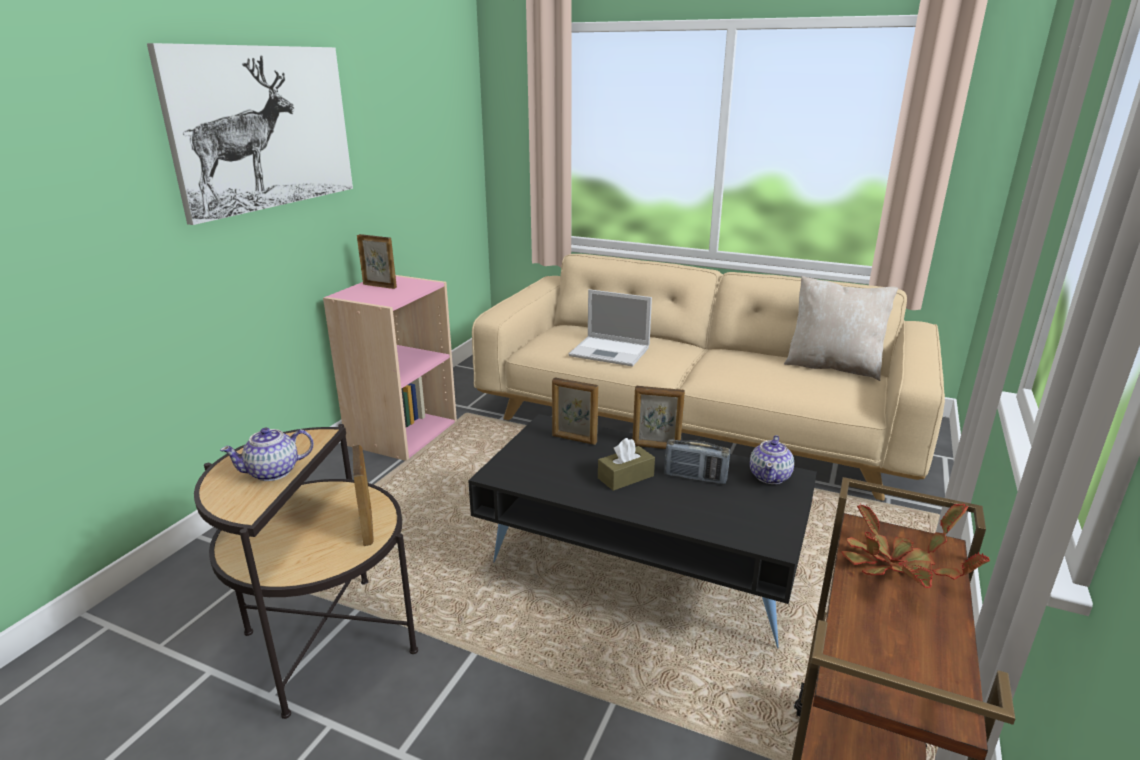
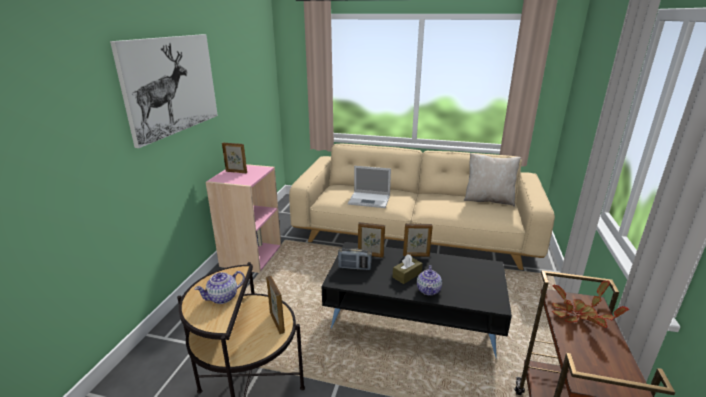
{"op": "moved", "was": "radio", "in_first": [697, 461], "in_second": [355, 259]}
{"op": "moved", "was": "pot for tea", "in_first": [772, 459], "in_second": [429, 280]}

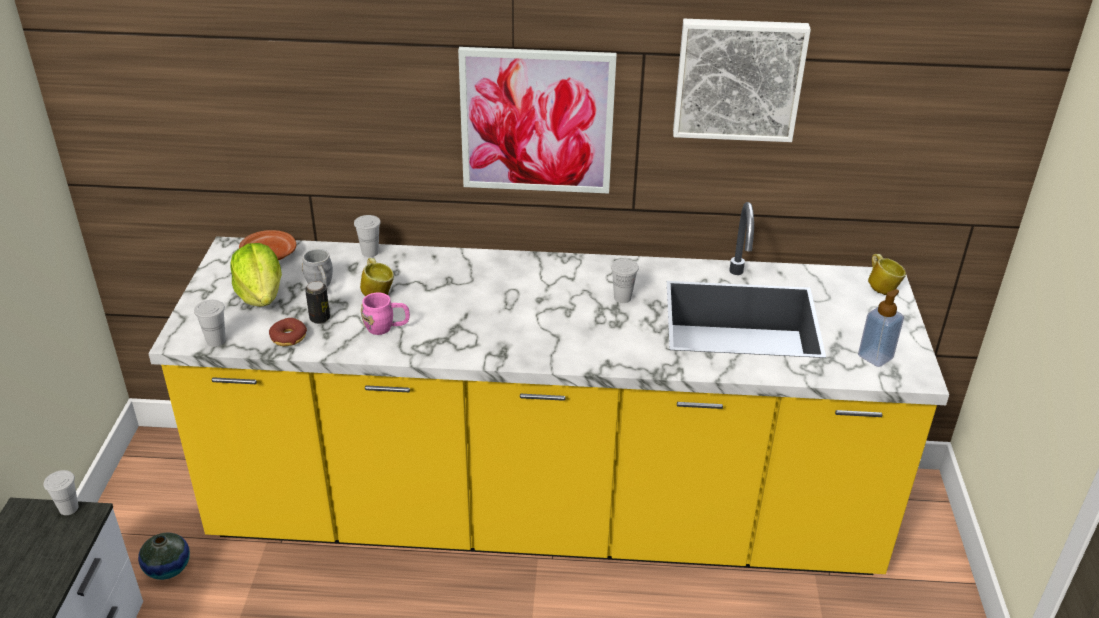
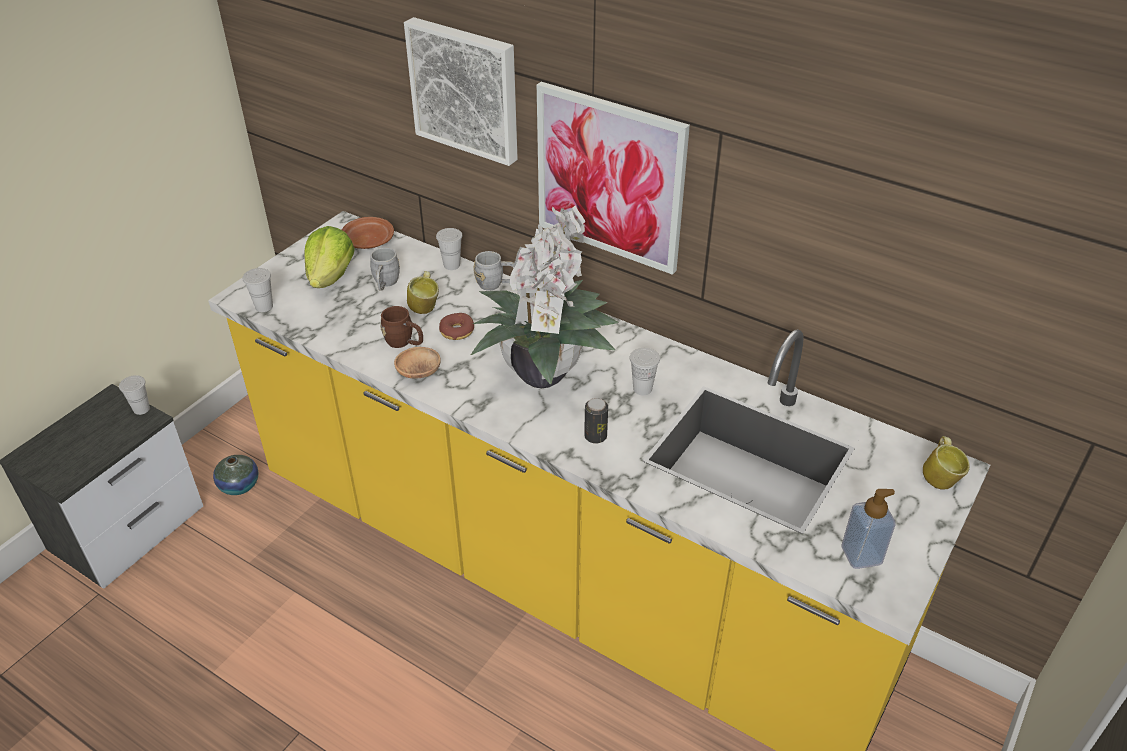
{"op": "recoloured", "was": "pinkish mug", "now": "brown mug", "in_first": [385, 313], "in_second": [401, 327]}
{"op": "added", "now": "brown serving bowl", "in_second": [417, 363]}
{"op": "moved", "was": "wall picture", "in_first": [742, 80], "in_second": [461, 91]}
{"op": "moved", "was": "ring doughnut", "in_first": [288, 332], "in_second": [456, 326]}
{"op": "added", "now": "potted plant", "in_second": [545, 296]}
{"op": "added", "now": "greyish mug", "in_second": [493, 271]}
{"op": "moved", "was": "can", "in_first": [317, 302], "in_second": [596, 421]}

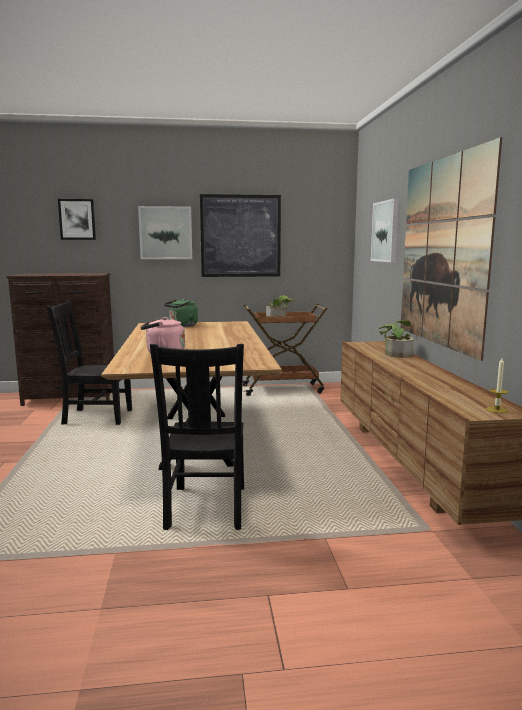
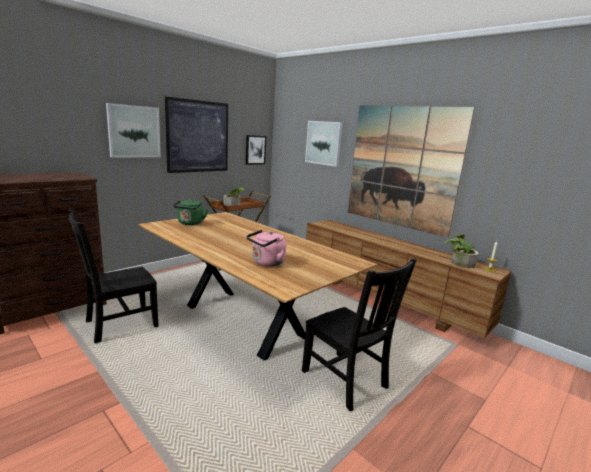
{"op": "moved", "was": "wall picture", "in_first": [77, 219], "in_second": [256, 150]}
{"op": "moved", "was": "potted plant", "in_first": [396, 339], "in_second": [462, 251]}

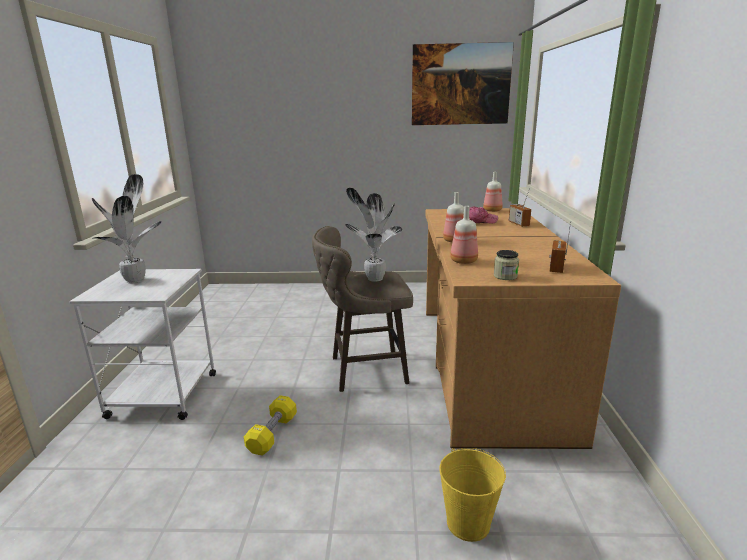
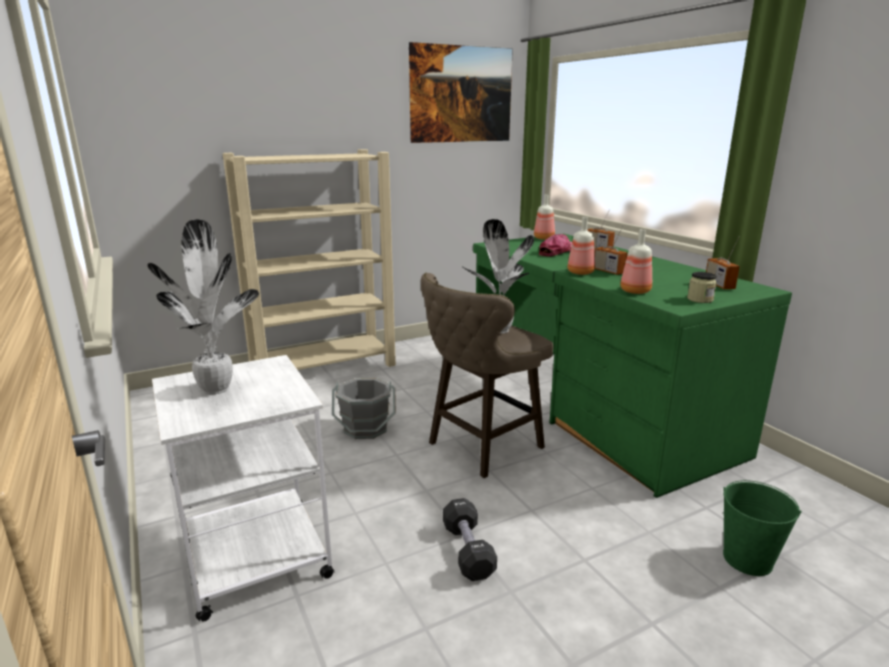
{"op": "added", "now": "beige bookshelf", "in_second": [309, 259]}
{"op": "added", "now": "greyish water bucket", "in_second": [364, 408]}
{"op": "recoloured", "was": "yellow-coloured free weight", "now": "black free weight", "in_first": [270, 425], "in_second": [470, 539]}
{"op": "recoloured", "was": "brown desk unit", "now": "green-coloured desk unit", "in_first": [523, 328], "in_second": [632, 366]}
{"op": "added", "now": "radio", "in_second": [611, 250]}
{"op": "recoloured", "was": "yellow-coloured water bucket", "now": "green-coloured water bucket", "in_first": [472, 495], "in_second": [762, 528]}

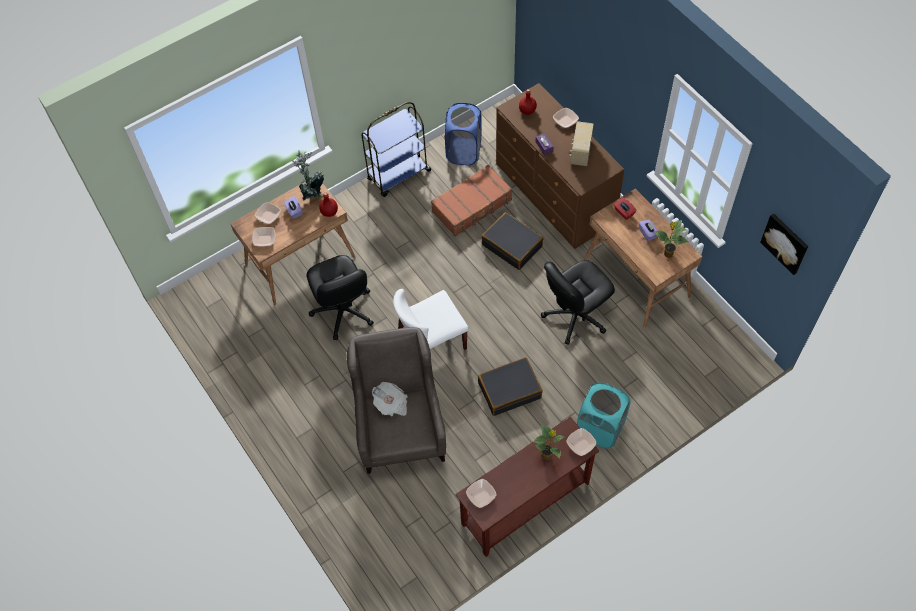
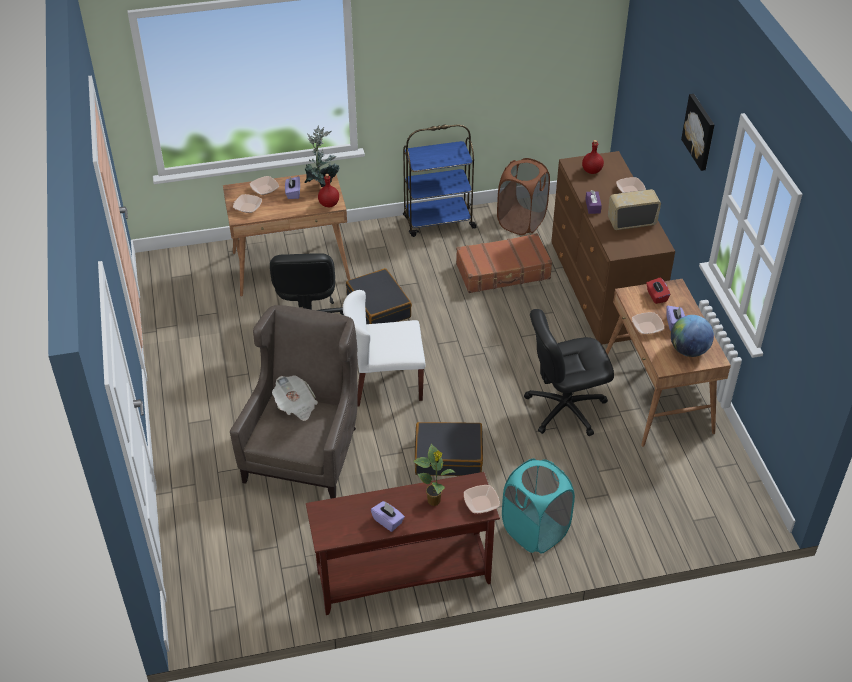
{"op": "moved", "was": "black piece of luggage", "in_first": [512, 241], "in_second": [379, 296]}
{"op": "added", "now": "purplish box of tissues", "in_second": [388, 516]}
{"op": "recoloured", "was": "blue-coloured laundry basket", "now": "brown laundry basket", "in_first": [463, 134], "in_second": [523, 196]}
{"op": "turned", "was": "radio", "in_first": [581, 143], "in_second": [634, 209], "clockwise": 45}
{"op": "moved", "was": "serving bowl", "in_first": [481, 493], "in_second": [648, 323]}
{"op": "replaced", "was": "potted plant", "now": "world globe", "in_first": [671, 239], "in_second": [692, 336]}
{"op": "moved", "was": "wall picture", "in_first": [784, 244], "in_second": [698, 132]}

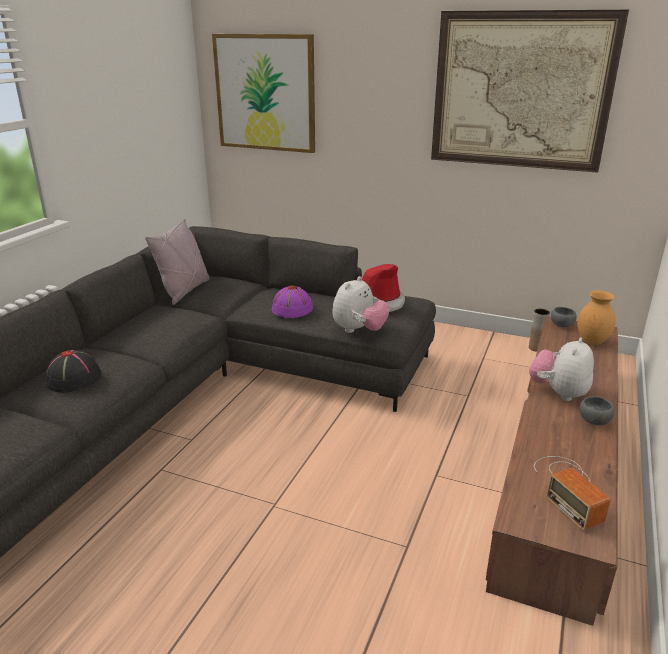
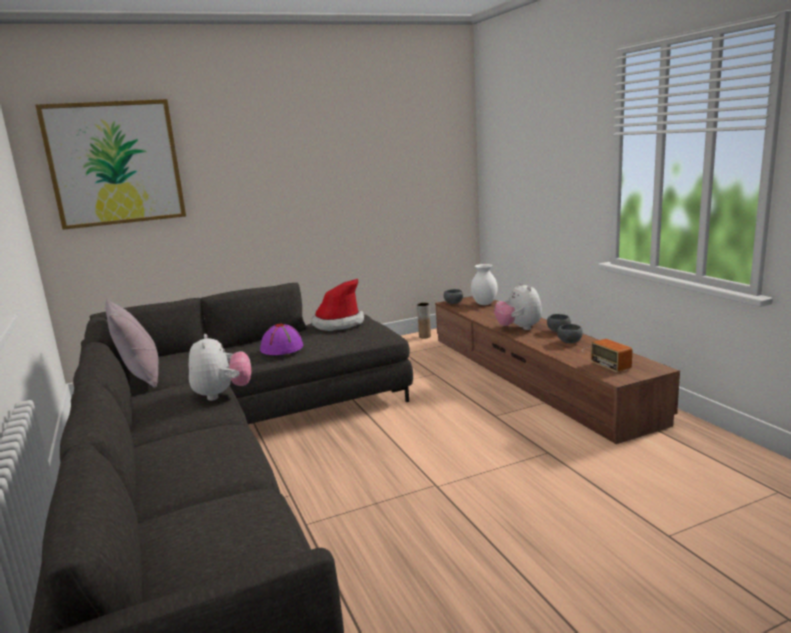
{"op": "moved", "was": "plush toy", "in_first": [360, 304], "in_second": [220, 367]}
{"op": "recoloured", "was": "brown flower vase", "now": "white-coloured flower vase", "in_first": [596, 318], "in_second": [484, 284]}
{"op": "added", "now": "greyish serving bowl", "in_second": [570, 333]}
{"op": "turned", "was": "radio", "in_first": [572, 493], "in_second": [607, 355], "clockwise": 45}
{"op": "removed", "was": "black clothing hat", "in_first": [73, 371]}
{"op": "removed", "was": "wall picture", "in_first": [530, 91]}

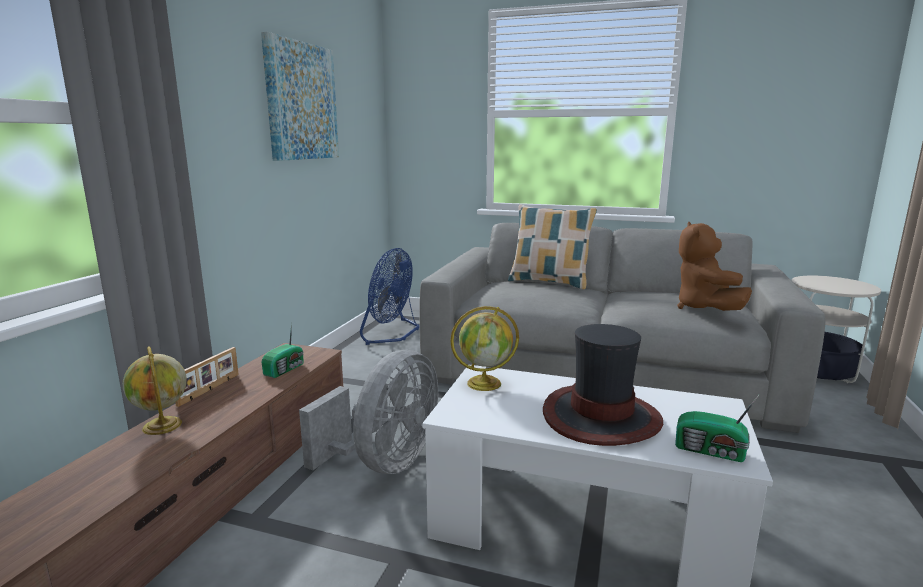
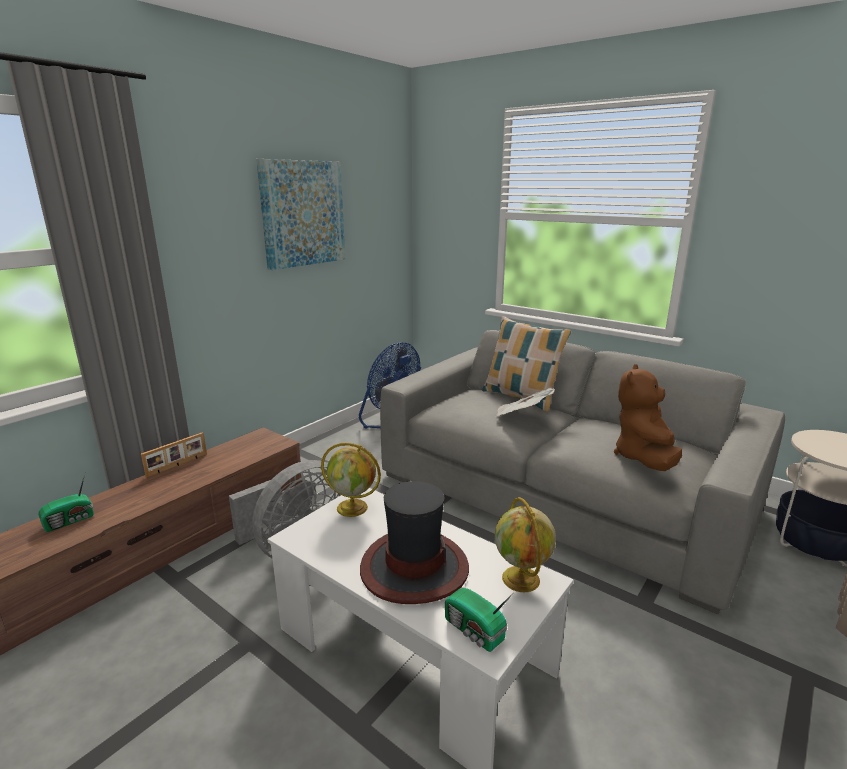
{"op": "moved", "was": "radio", "in_first": [282, 350], "in_second": [66, 502]}
{"op": "added", "now": "printed paper", "in_second": [525, 402]}
{"op": "moved", "was": "world globe", "in_first": [155, 390], "in_second": [525, 544]}

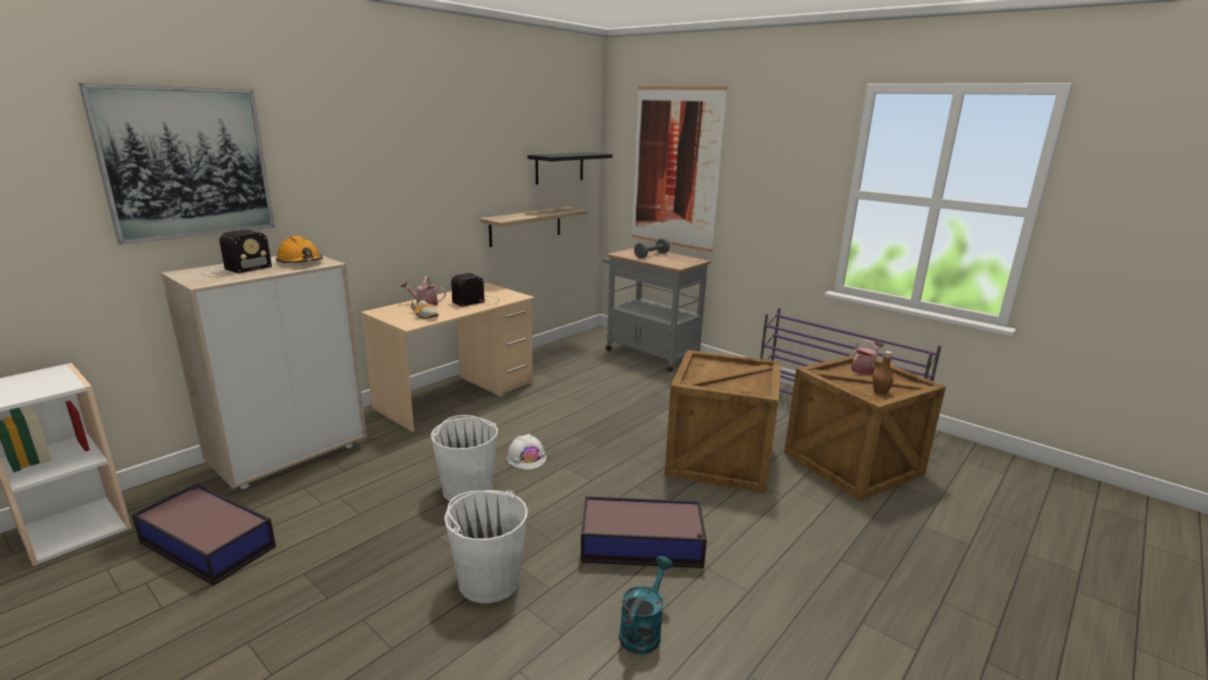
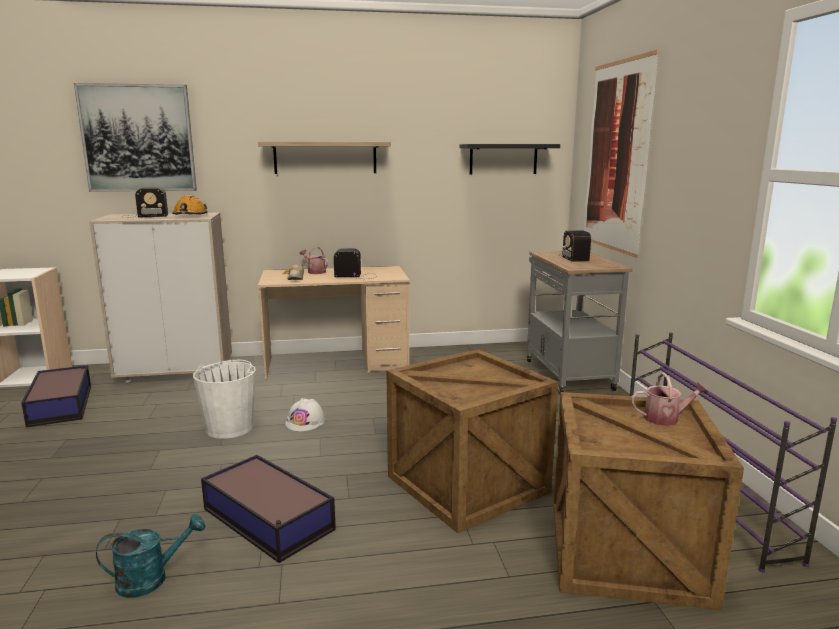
{"op": "moved", "was": "bracket shelf", "in_first": [534, 227], "in_second": [324, 158]}
{"op": "replaced", "was": "greyish free weight", "now": "radio", "in_first": [652, 248], "in_second": [574, 246]}
{"op": "removed", "was": "white-coloured water bucket", "in_first": [486, 546]}
{"op": "removed", "was": "brown drink bottle", "in_first": [883, 373]}

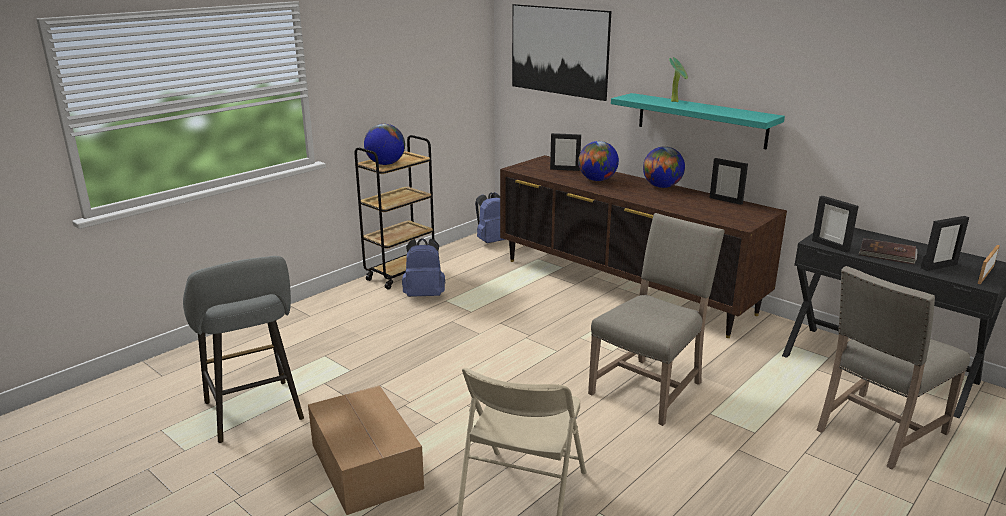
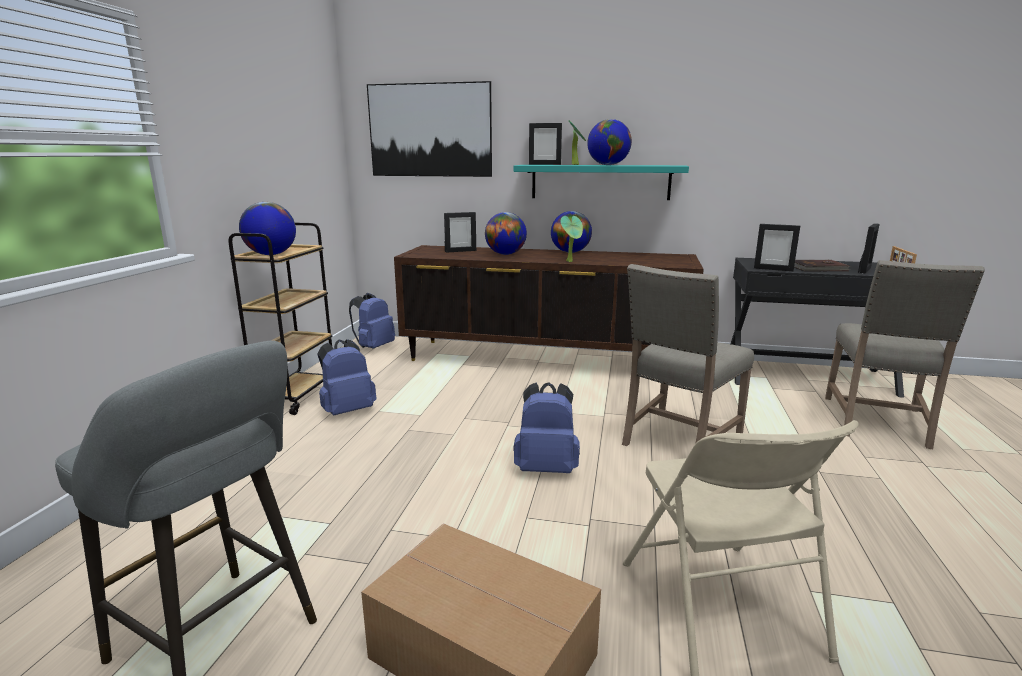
{"op": "added", "now": "blue-coloured backpack", "in_second": [546, 427]}
{"op": "moved", "was": "standing frame", "in_first": [729, 181], "in_second": [545, 144]}
{"op": "added", "now": "potted plant", "in_second": [572, 239]}
{"op": "added", "now": "world globe", "in_second": [609, 142]}
{"op": "turned", "was": "beige chair", "in_first": [656, 319], "in_second": [688, 355], "clockwise": -150}

